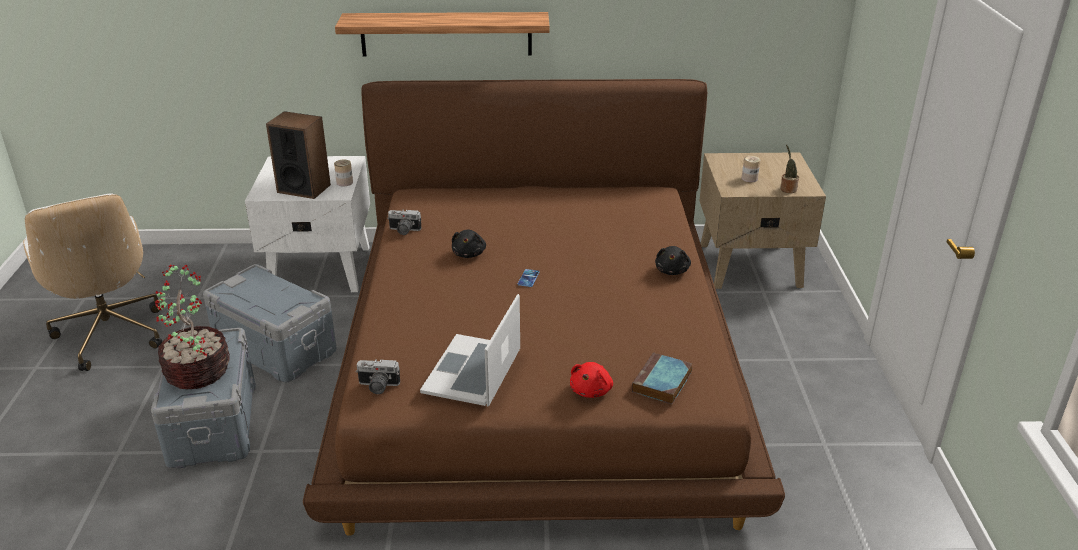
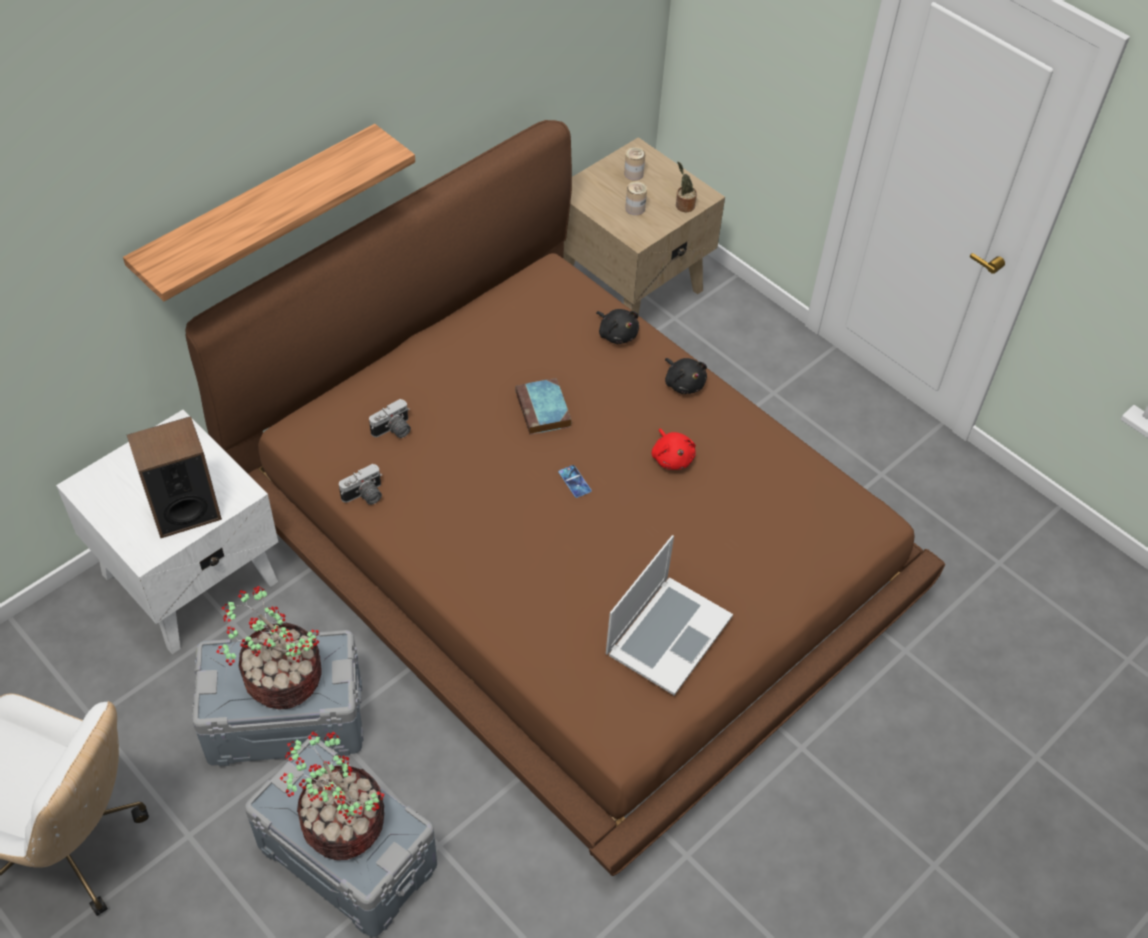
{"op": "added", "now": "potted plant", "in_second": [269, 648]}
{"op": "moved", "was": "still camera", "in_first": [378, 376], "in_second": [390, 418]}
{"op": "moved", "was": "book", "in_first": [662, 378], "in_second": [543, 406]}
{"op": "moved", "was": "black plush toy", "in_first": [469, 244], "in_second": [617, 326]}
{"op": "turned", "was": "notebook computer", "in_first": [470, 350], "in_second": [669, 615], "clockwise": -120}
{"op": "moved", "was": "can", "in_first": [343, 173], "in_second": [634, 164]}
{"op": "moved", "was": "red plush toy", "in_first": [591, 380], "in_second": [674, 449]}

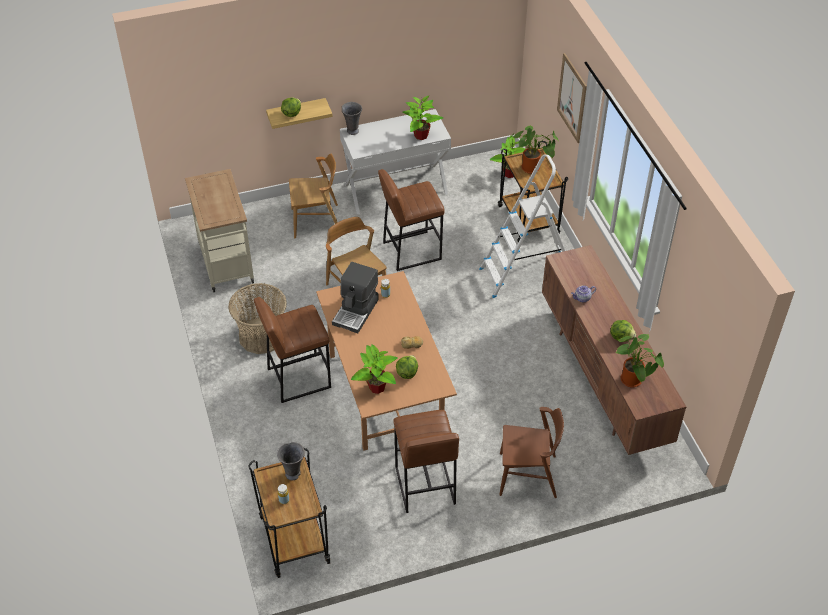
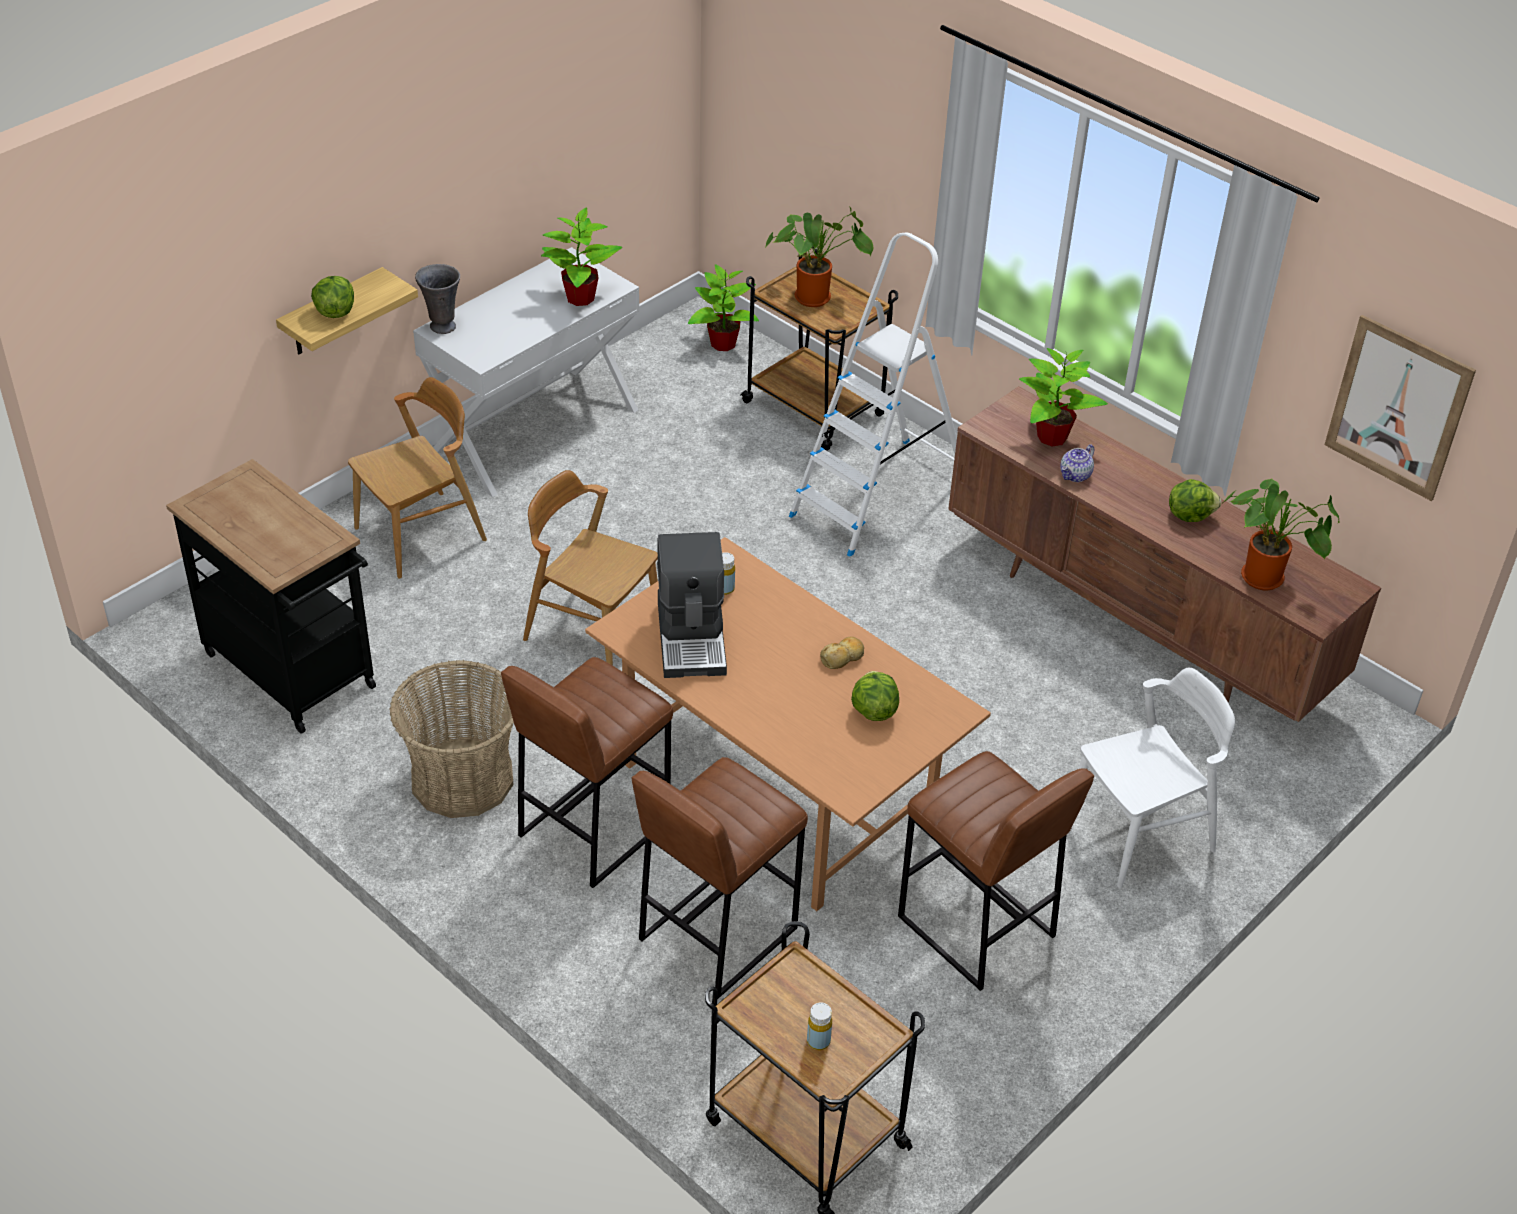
{"op": "recoloured", "was": "beige trolley", "now": "black trolley", "in_first": [219, 230], "in_second": [271, 596]}
{"op": "moved", "was": "brown stool", "in_first": [411, 220], "in_second": [720, 878]}
{"op": "moved", "was": "potted plant", "in_first": [374, 369], "in_second": [1063, 397]}
{"op": "recoloured", "was": "brown chair", "now": "white-coloured chair", "in_first": [531, 452], "in_second": [1156, 777]}
{"op": "moved", "was": "wall picture", "in_first": [572, 98], "in_second": [1400, 408]}
{"op": "removed", "was": "greyish flower vase", "in_first": [291, 461]}

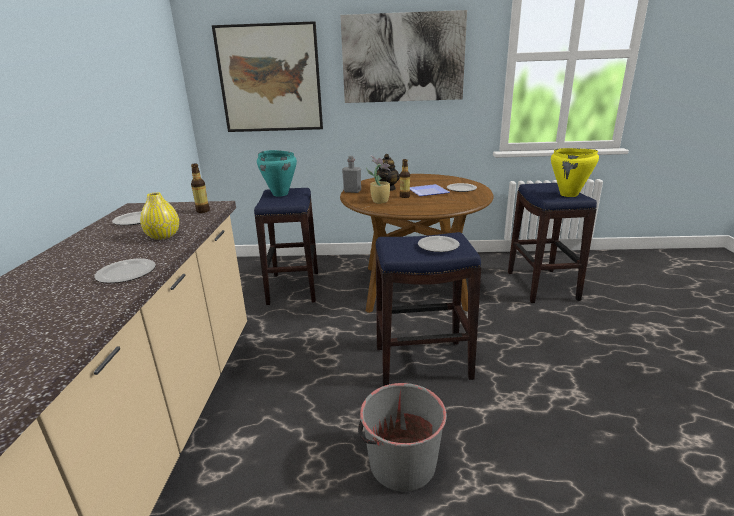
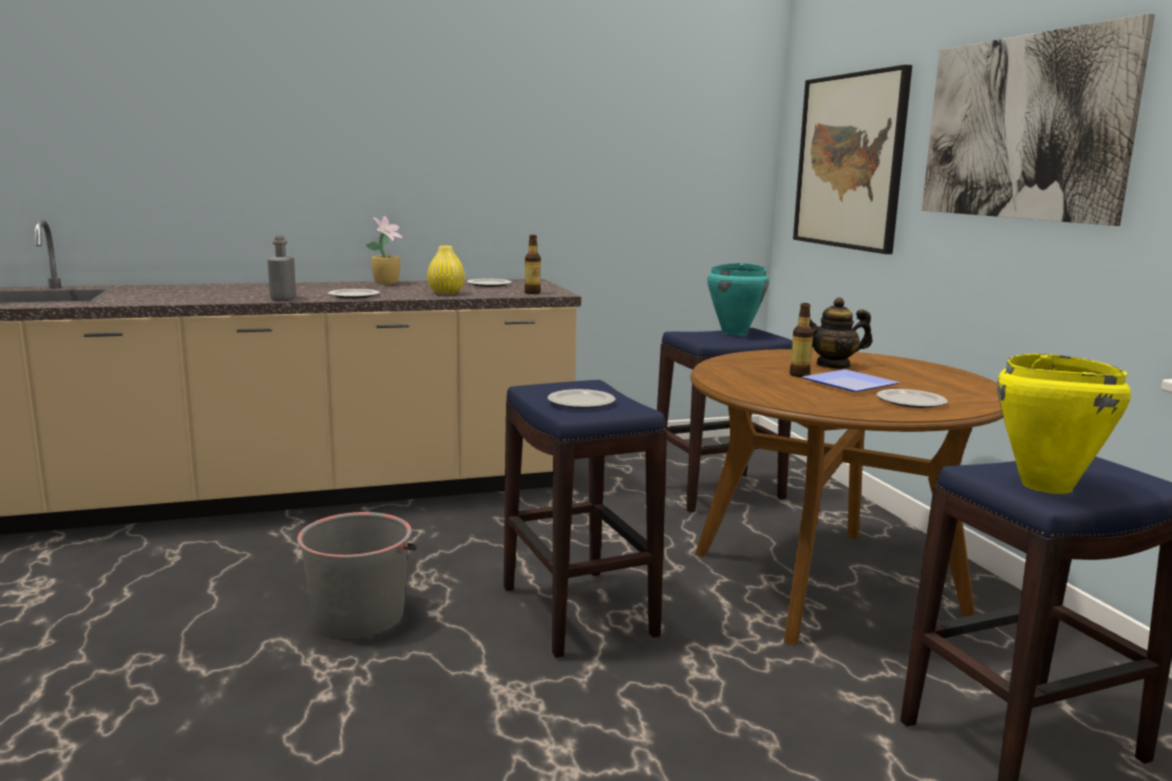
{"op": "moved", "was": "greyish drink bottle", "in_first": [351, 174], "in_second": [282, 268]}
{"op": "moved", "was": "potted plant", "in_first": [378, 179], "in_second": [384, 250]}

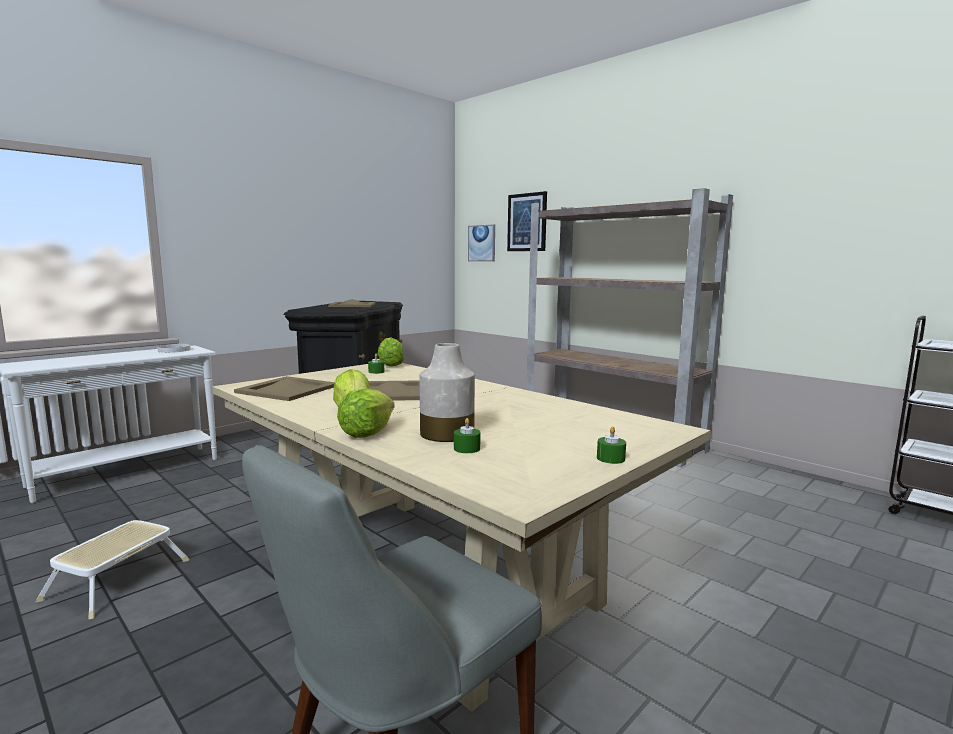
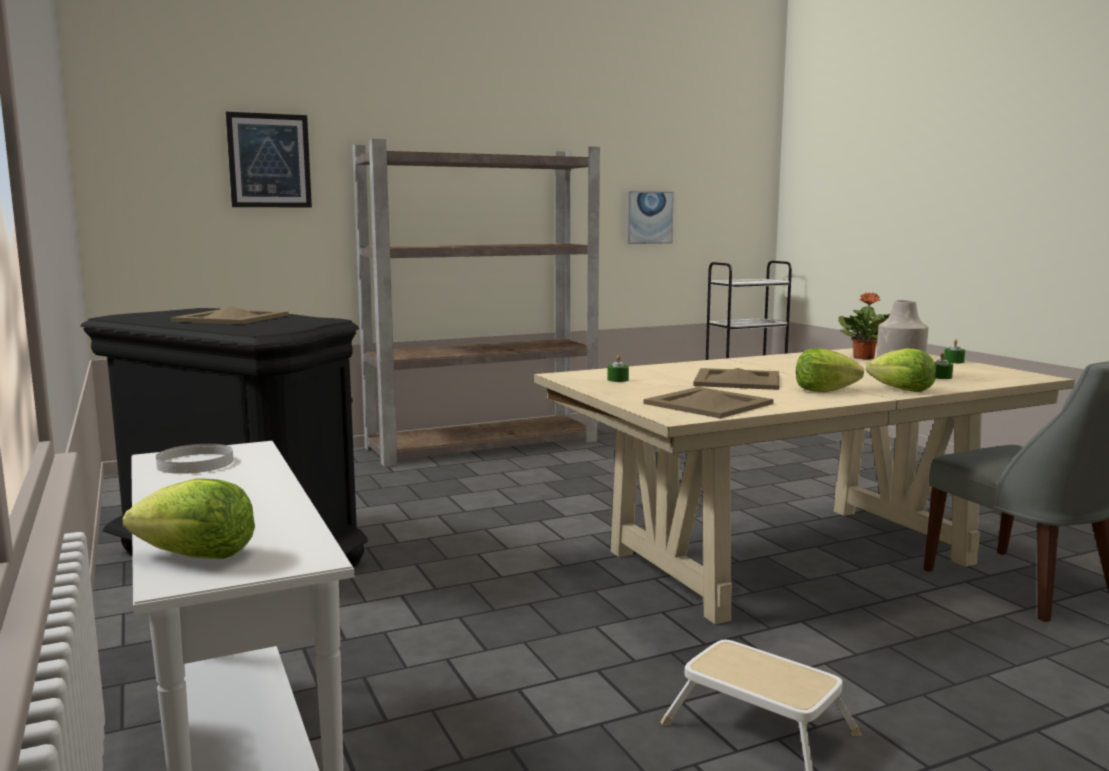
{"op": "moved", "was": "lettuce head", "in_first": [391, 352], "in_second": [188, 518]}
{"op": "moved", "was": "wall picture", "in_first": [481, 243], "in_second": [650, 217]}
{"op": "added", "now": "potted plant", "in_second": [864, 326]}

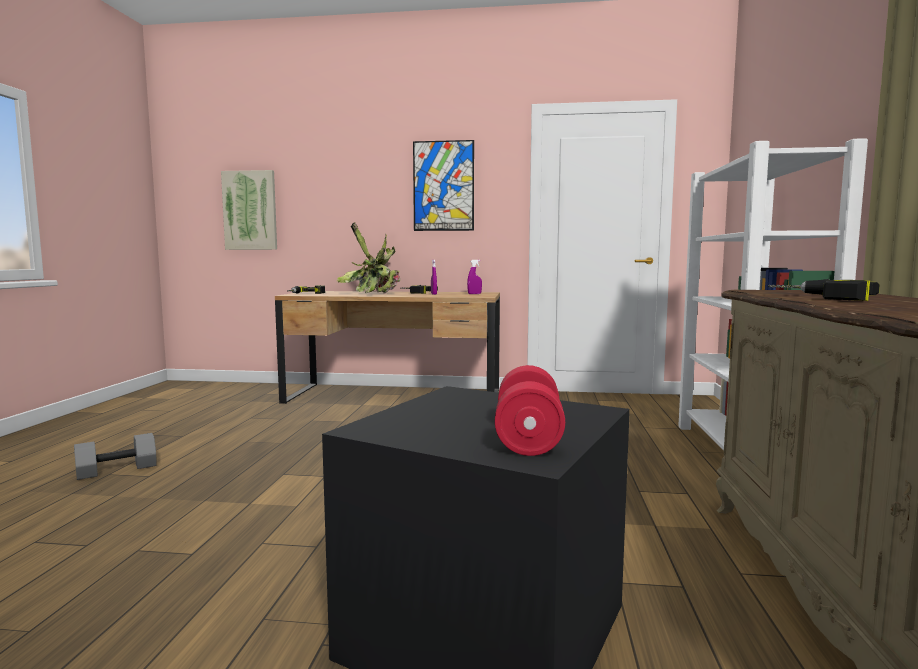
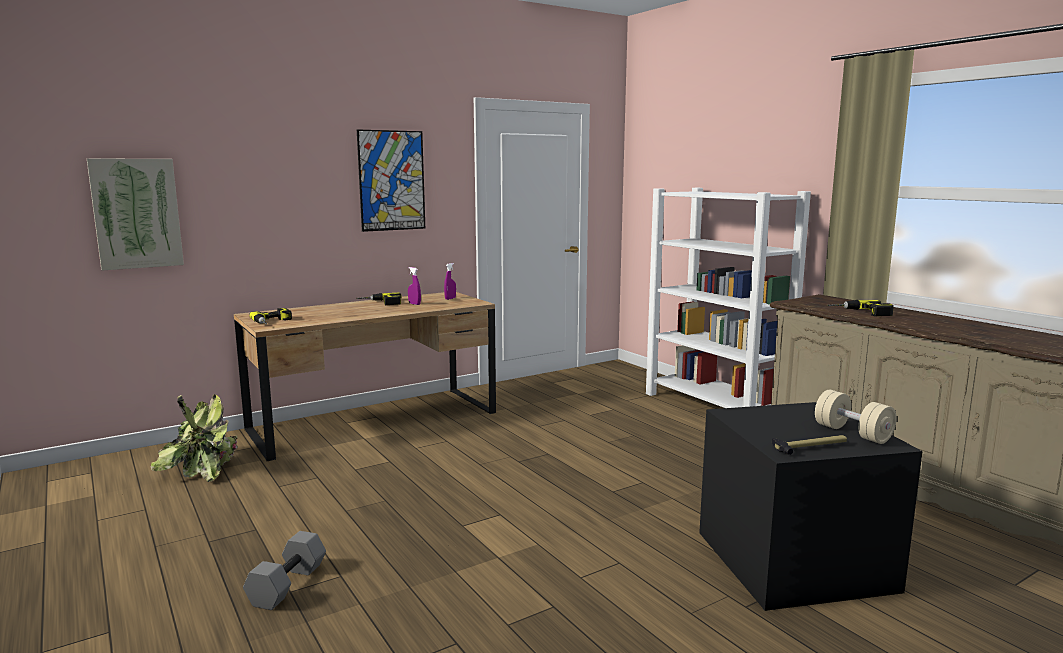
{"op": "moved", "was": "potted plant", "in_first": [368, 258], "in_second": [194, 438]}
{"op": "added", "now": "tool hammer", "in_second": [809, 445]}
{"op": "recoloured", "was": "red free weight", "now": "beige free weight", "in_first": [530, 410], "in_second": [856, 417]}

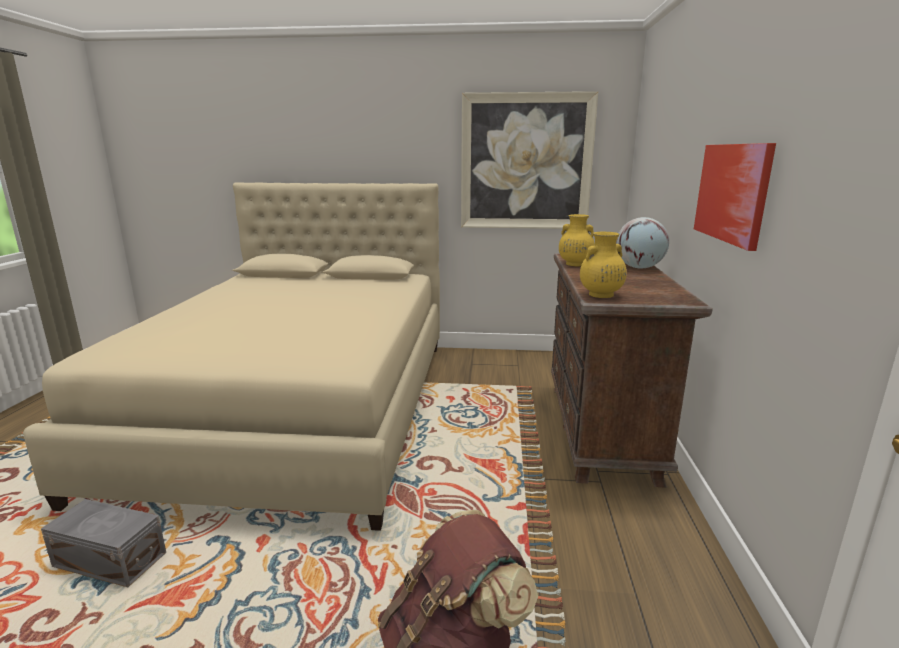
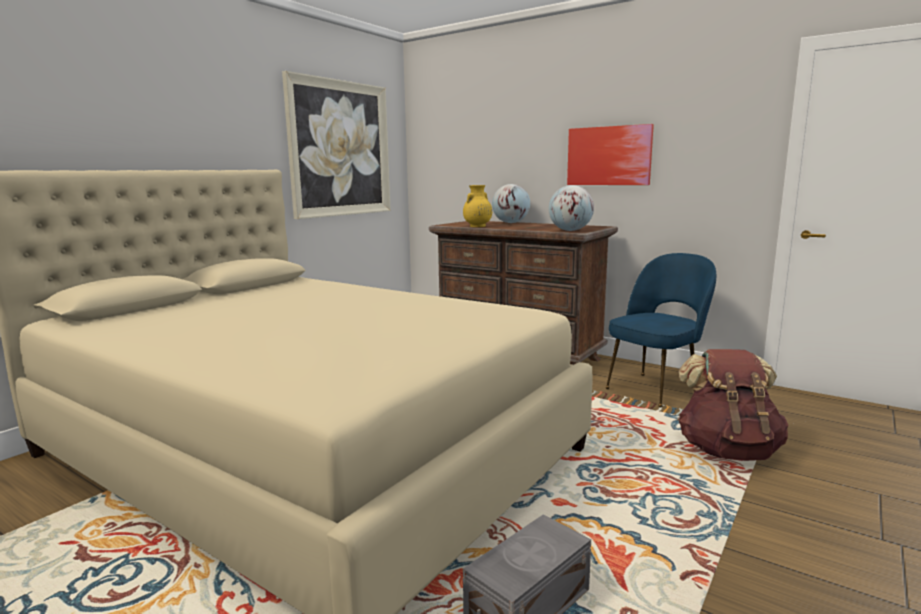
{"op": "replaced", "was": "yellow-coloured flower vase", "now": "world globe", "in_first": [603, 265], "in_second": [571, 208]}
{"op": "added", "now": "blue-coloured chair", "in_second": [661, 330]}

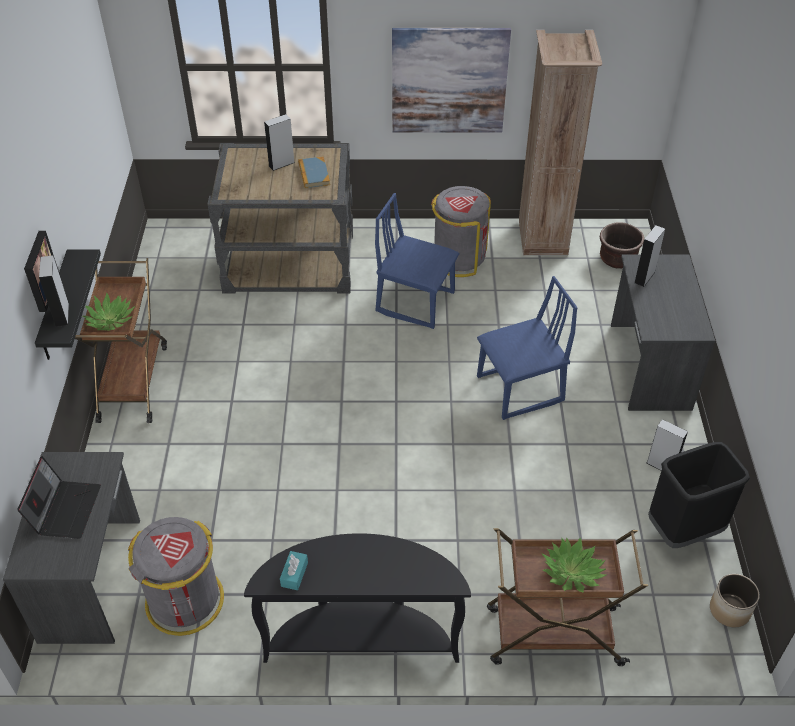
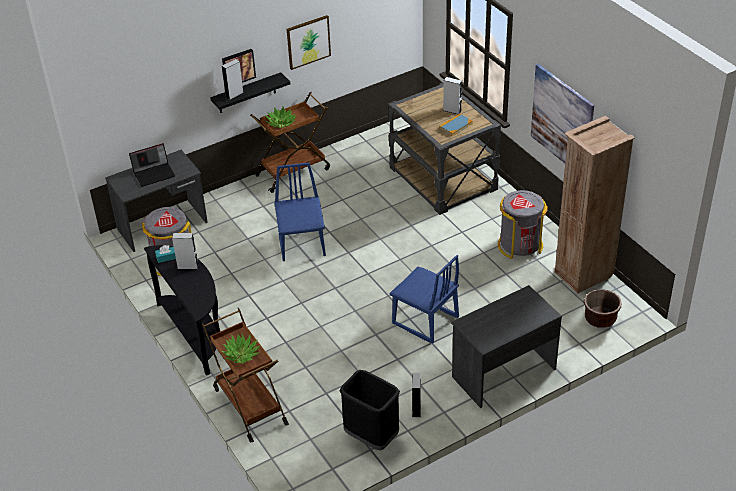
{"op": "moved", "was": "greyish audio speaker", "in_first": [649, 256], "in_second": [185, 251]}
{"op": "moved", "was": "blue-coloured chair", "in_first": [417, 261], "in_second": [300, 211]}
{"op": "added", "now": "wall picture", "in_second": [309, 42]}
{"op": "removed", "was": "planter", "in_first": [735, 600]}

